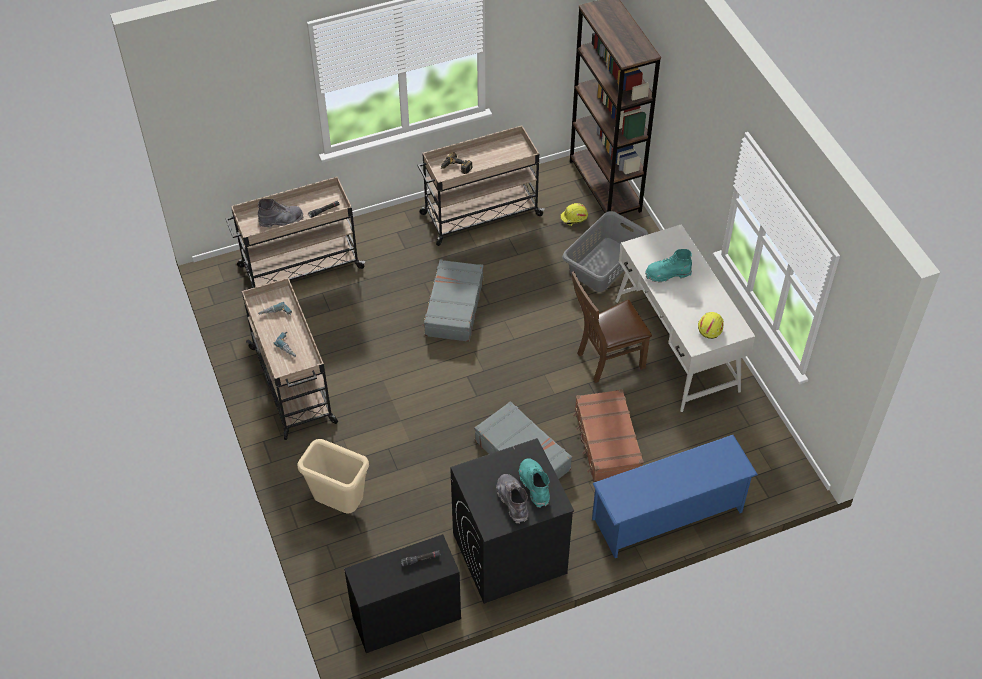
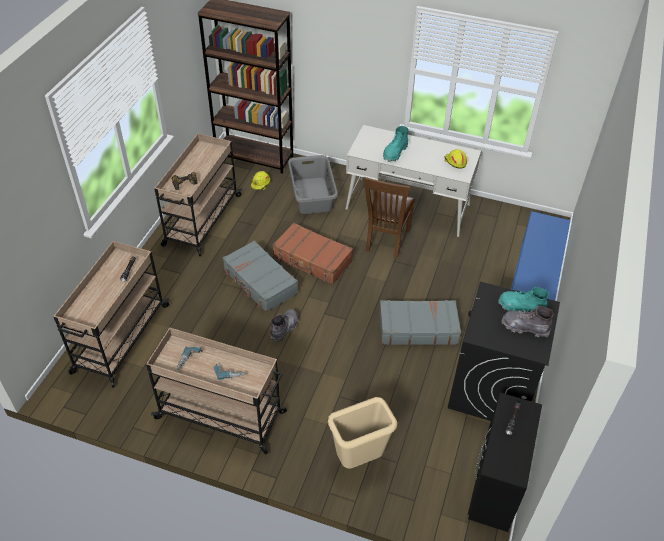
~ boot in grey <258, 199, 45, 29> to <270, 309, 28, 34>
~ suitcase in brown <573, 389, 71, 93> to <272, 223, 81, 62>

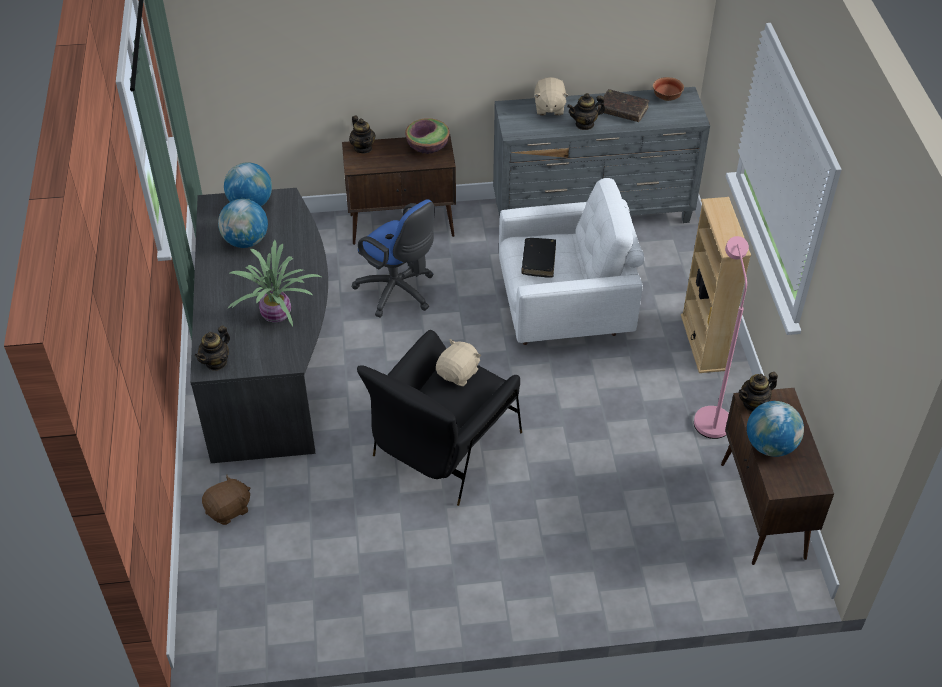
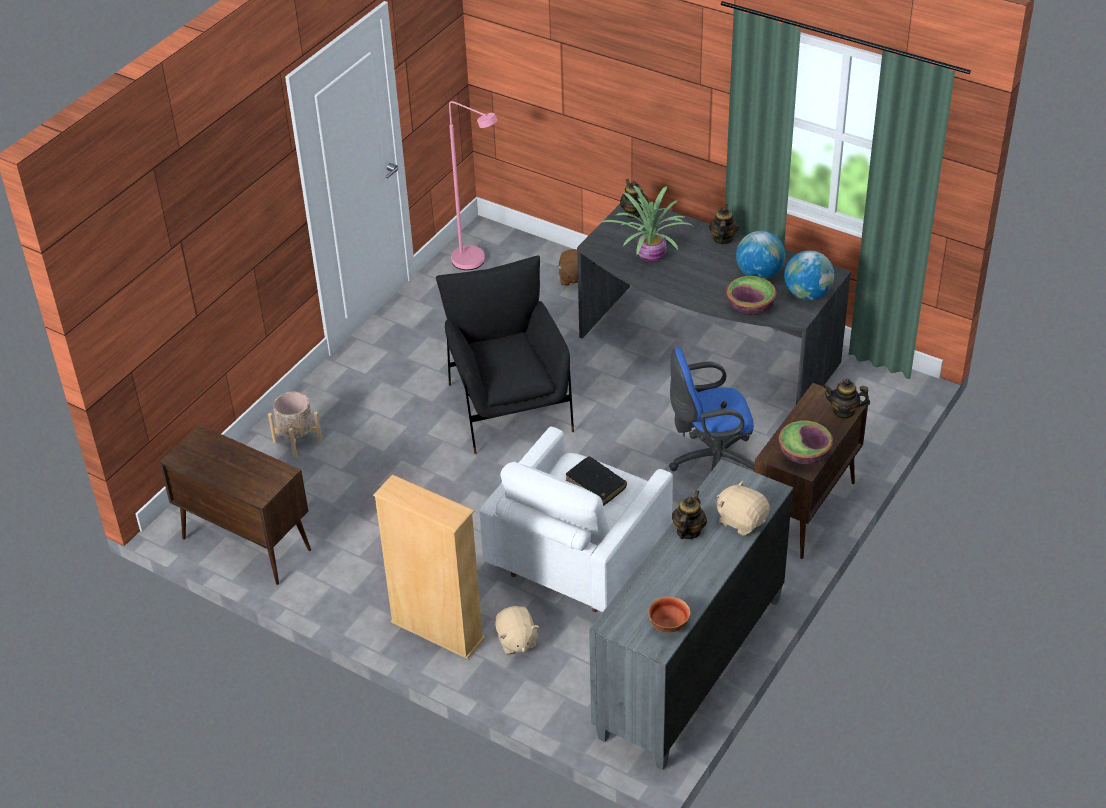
- book in brown <598, 89, 51, 33>
- globe <747, 401, 57, 56>
+ planter in beige <268, 392, 54, 66>
+ bowl <726, 276, 50, 39>
~ plush toy in beige <436, 339, 45, 47> to <495, 606, 44, 49>
~ floor lamp in pink <694, 236, 55, 203> to <449, 101, 48, 169>
~ teapot <739, 372, 39, 40> to <709, 204, 30, 40>

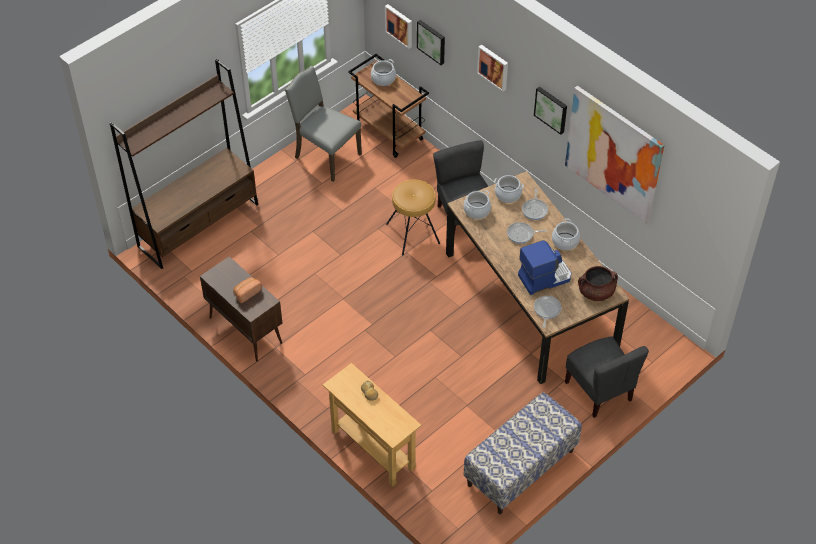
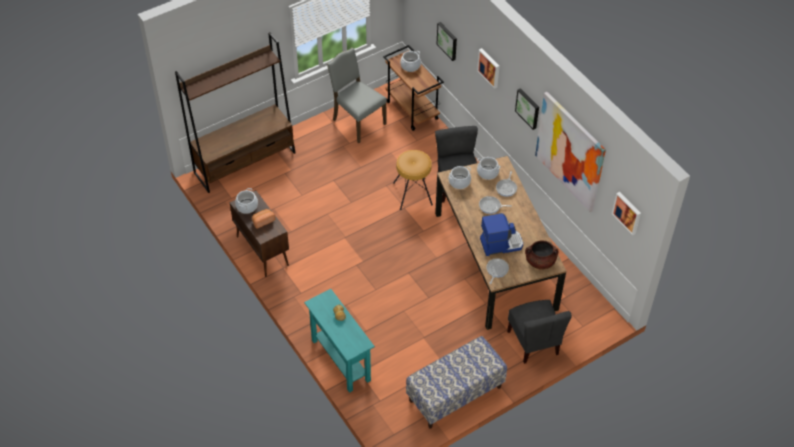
~ picture <385, 4, 27, 45> to <612, 192, 29, 43>
~ cooking pot <552, 218, 28, 32> to <235, 188, 23, 26>
~ console table in beige <323, 363, 99, 124> to console table in turquoise <304, 289, 71, 104>

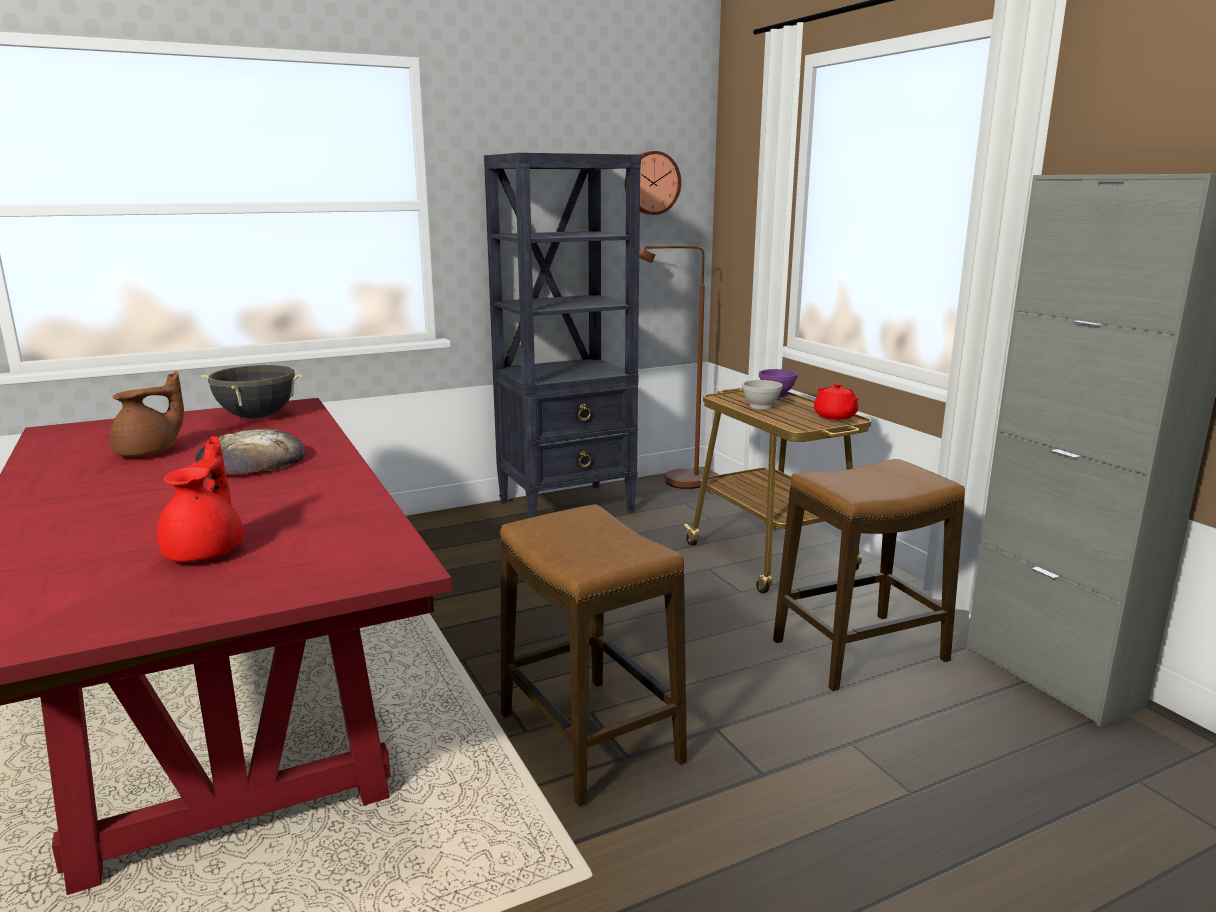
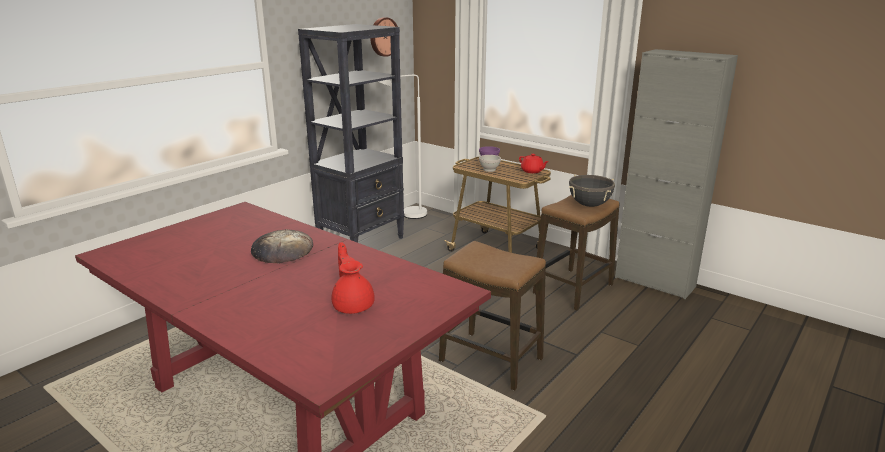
- teapot in brown <110, 371, 74, 86>
~ cooking pot in black <201, 365, 102, 54> to <569, 175, 46, 32>
~ floor lamp in brown <639, 246, 66, 243> to floor lamp in white <378, 75, 49, 144>

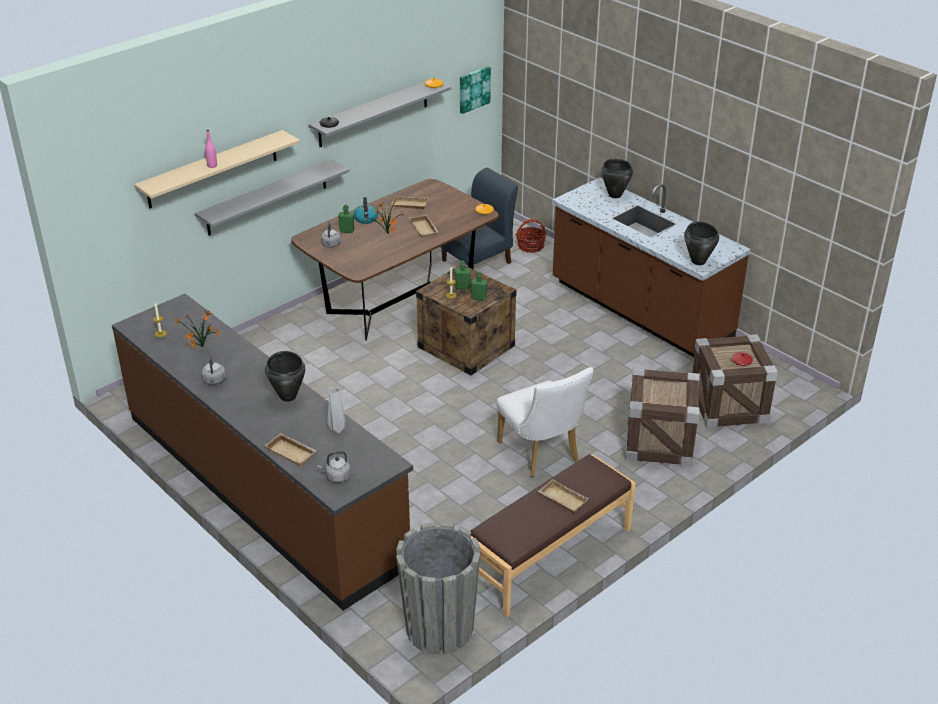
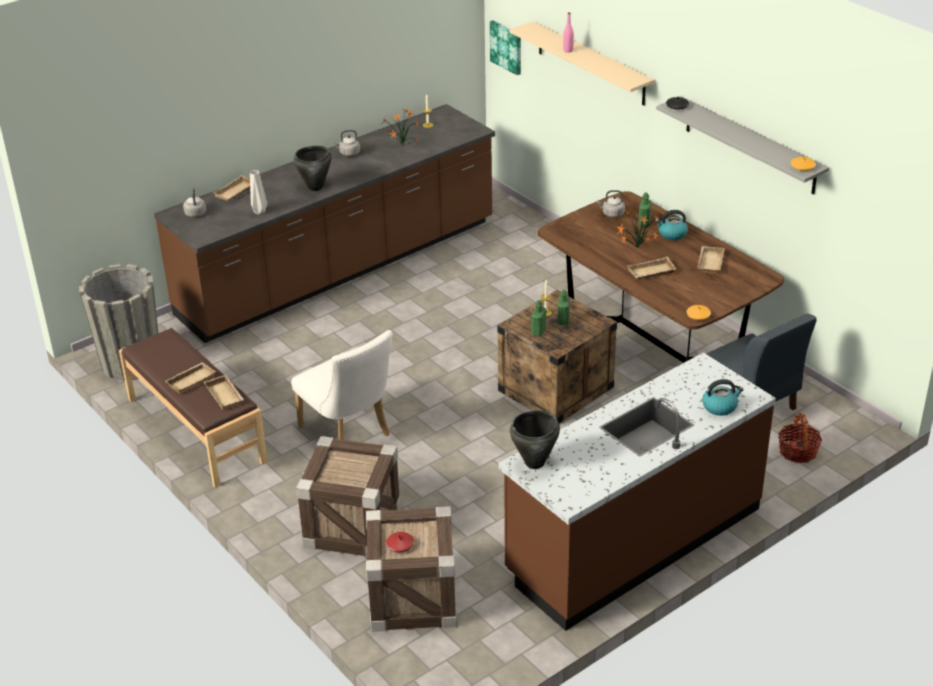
- shelf in grey <195, 160, 155, 76>
+ tray in beige <204, 375, 40, 35>
~ picture <460, 67, 31, 47> to <490, 20, 31, 55>
~ cooking pot in black <601, 159, 32, 39> to kettle <702, 379, 42, 37>
~ chair in white <496, 367, 98, 110> = <291, 330, 102, 110> 105 degrees counterclockwise

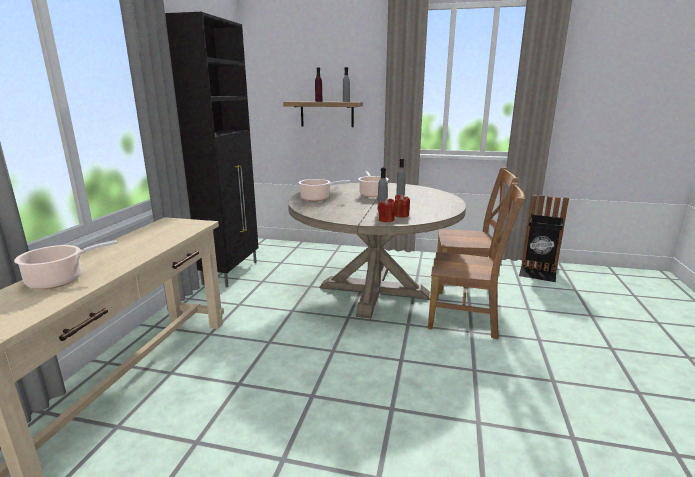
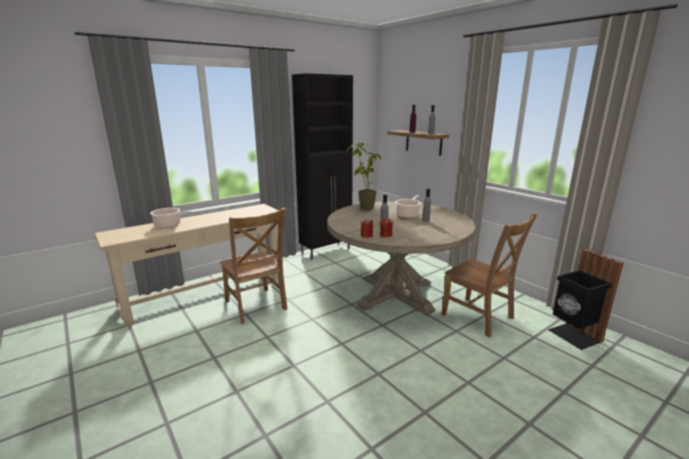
~ chair in brown <428, 183, 97, 156> to <220, 208, 68, 116>
~ cooking pot <299, 179, 51, 22> to potted plant <346, 143, 35, 68>

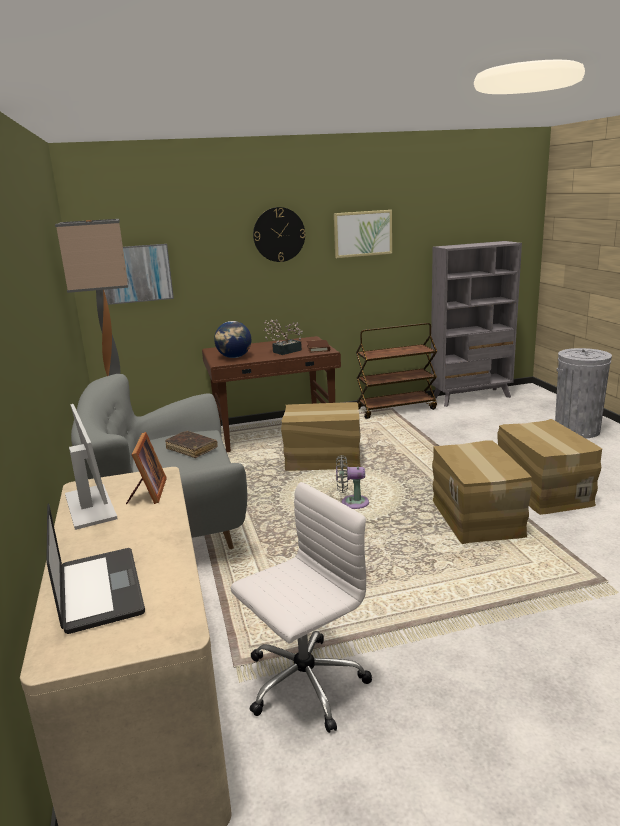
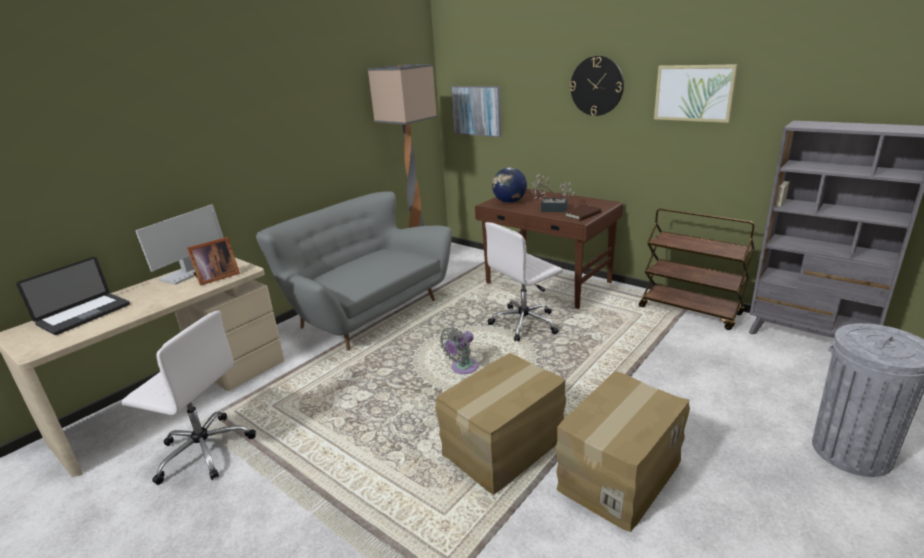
- book in brown <165, 431, 53, 27>
~ cardboard box <281, 402, 80, 69> to office chair in white <485, 222, 78, 120>
~ fan in grey <336, 455, 33, 54> = <440, 327, 38, 47> 105 degrees counterclockwise

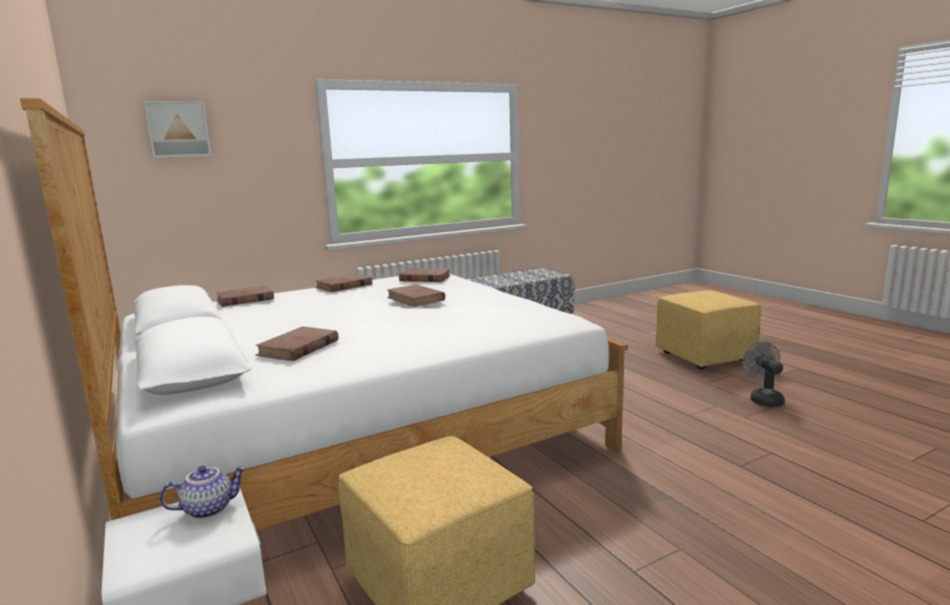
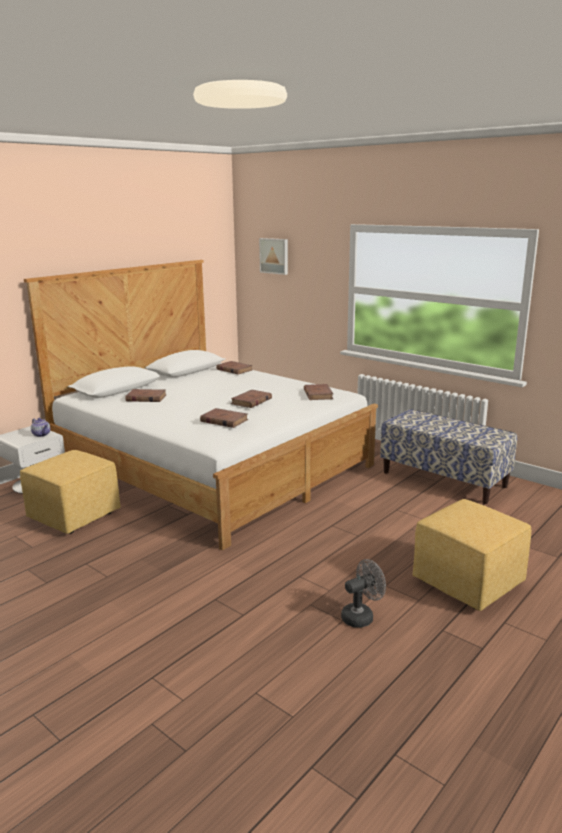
~ book in brown <315, 273, 57, 19> to <200, 408, 48, 20>

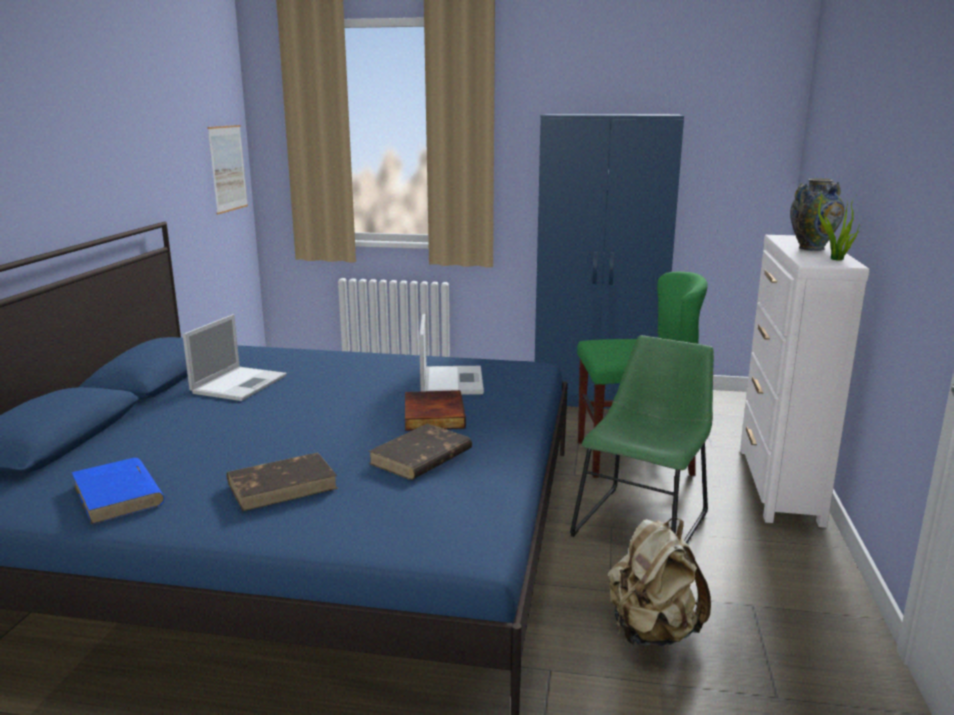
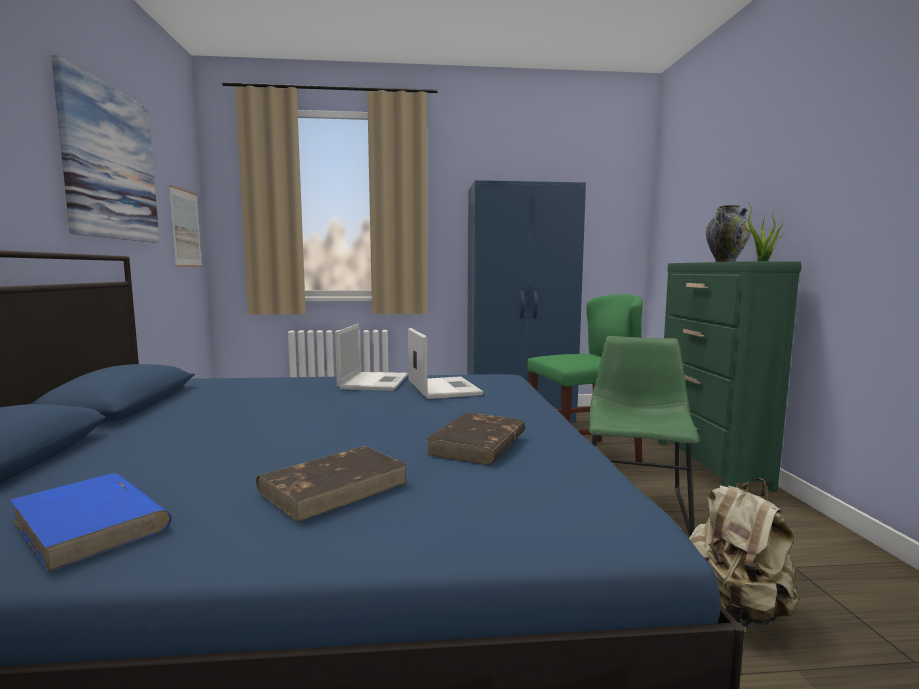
- book <405, 390, 61, 41>
+ picture <51, 55, 108, 188>
~ laptop <183, 314, 104, 87> to <335, 324, 73, 67>
~ dresser in white <740, 235, 129, 293> to dresser in green <658, 261, 143, 231>

